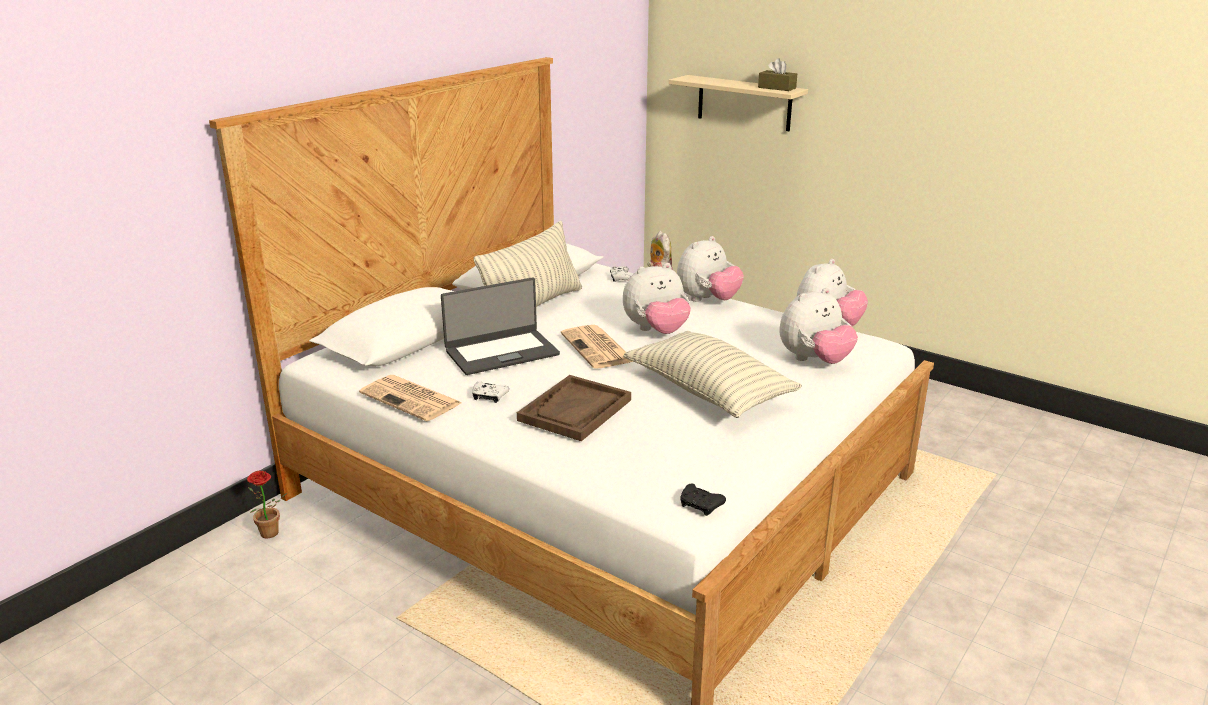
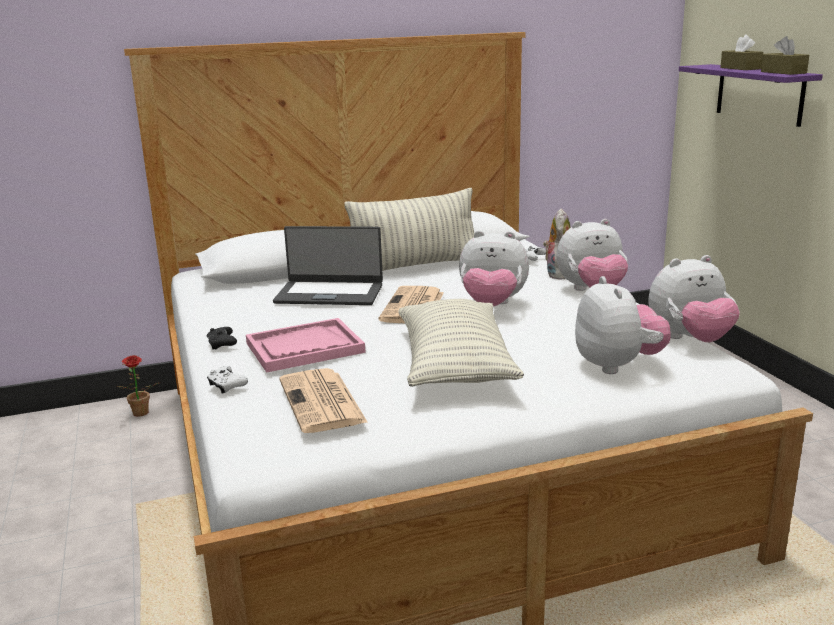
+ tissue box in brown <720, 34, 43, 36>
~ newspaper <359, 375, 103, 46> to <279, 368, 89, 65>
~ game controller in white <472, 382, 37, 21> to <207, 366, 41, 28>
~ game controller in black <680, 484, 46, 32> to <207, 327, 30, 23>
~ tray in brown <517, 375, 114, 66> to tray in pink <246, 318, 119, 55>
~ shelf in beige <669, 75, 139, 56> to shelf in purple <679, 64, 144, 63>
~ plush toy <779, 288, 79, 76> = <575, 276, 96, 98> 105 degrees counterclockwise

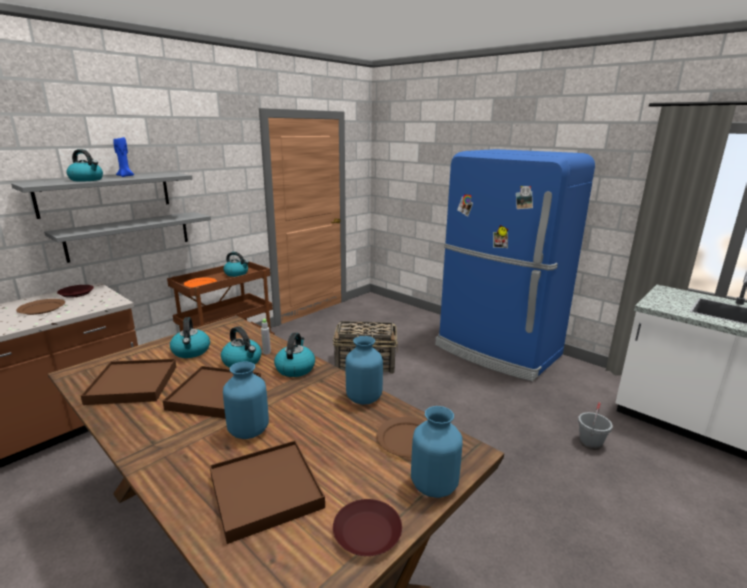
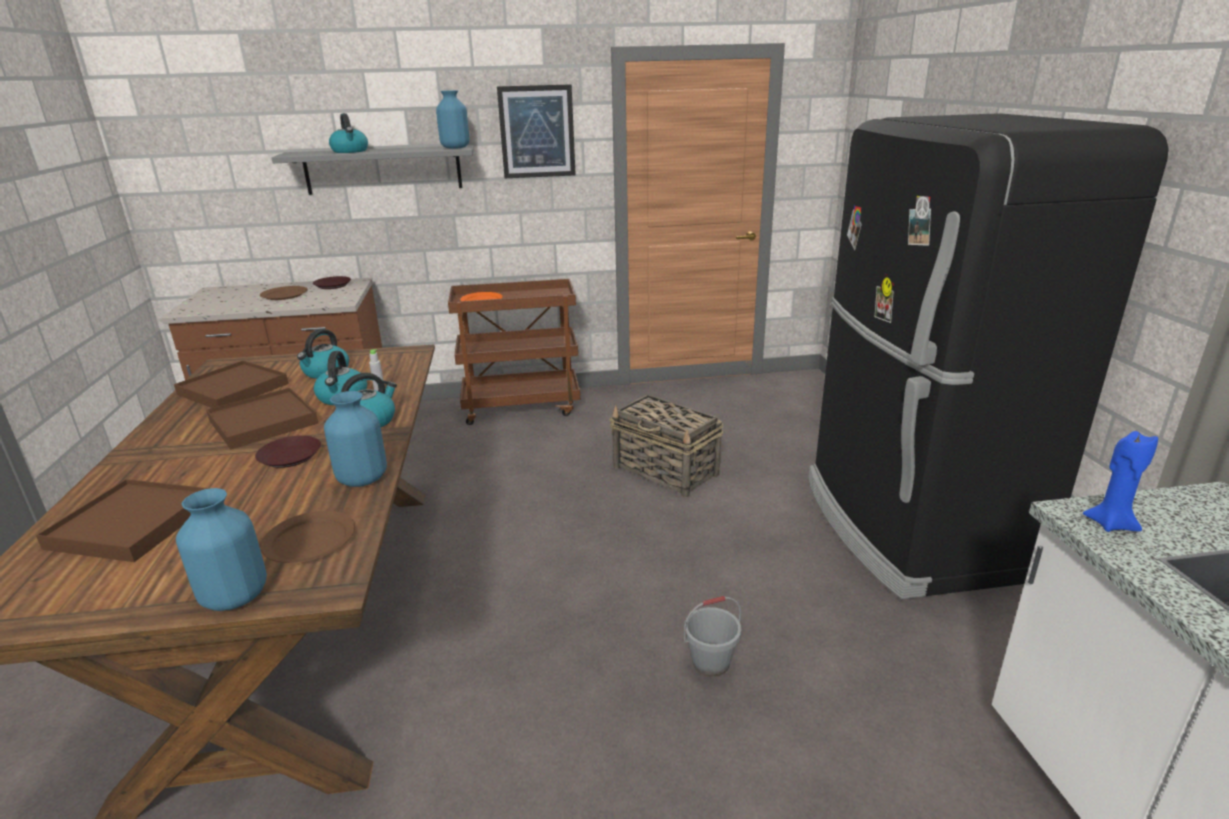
- shelf in grey <44, 212, 167, 51>
- kettle <224, 252, 25, 25>
+ picture <497, 84, 79, 94>
~ candle in blue <113, 137, 21, 40> to <1083, 431, 75, 101>
~ vase in blue <223, 361, 46, 78> to <436, 90, 33, 59>
~ plate in brown <333, 499, 69, 57> to <255, 436, 66, 32>
~ bucket in grey <578, 402, 35, 48> to <684, 596, 57, 81>
~ fridge in blue <435, 149, 160, 232> to fridge in black <808, 113, 361, 486>

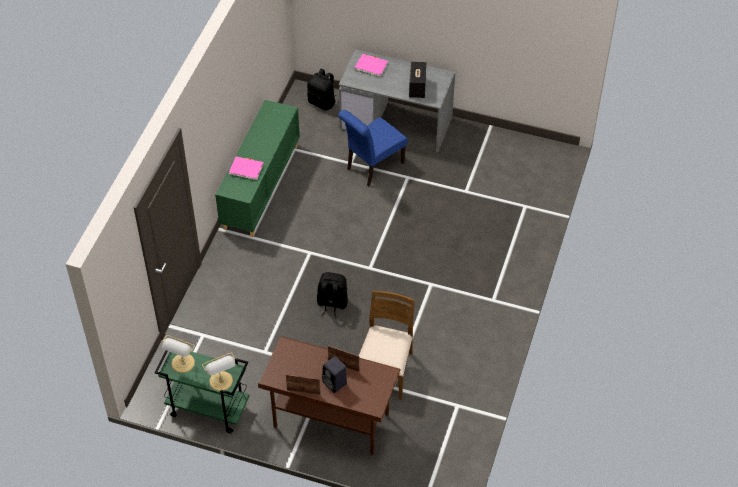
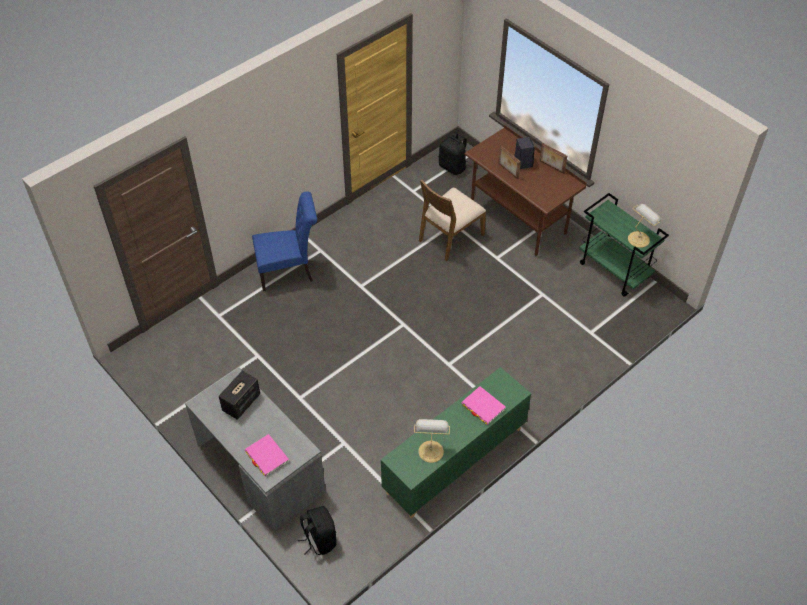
~ table lamp <202, 352, 34, 39> to <414, 419, 36, 44>
~ backpack in black <317, 272, 31, 46> to <439, 132, 29, 43>
~ chair in blue <338, 110, 70, 77> to <252, 192, 65, 99>

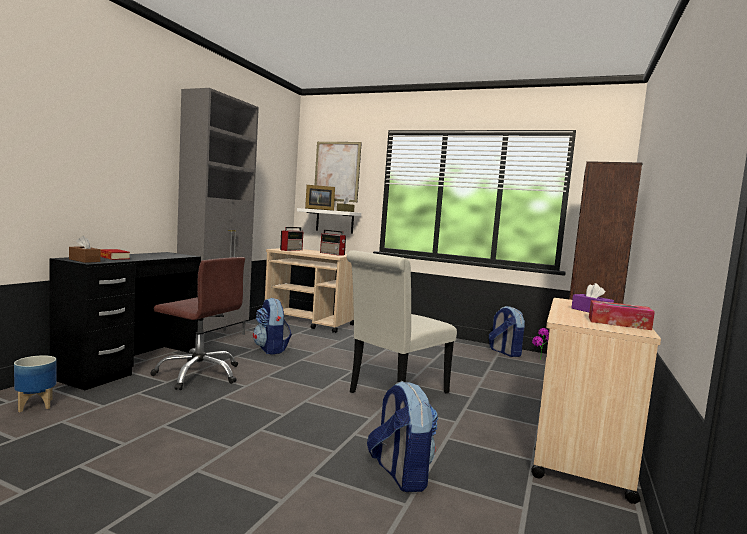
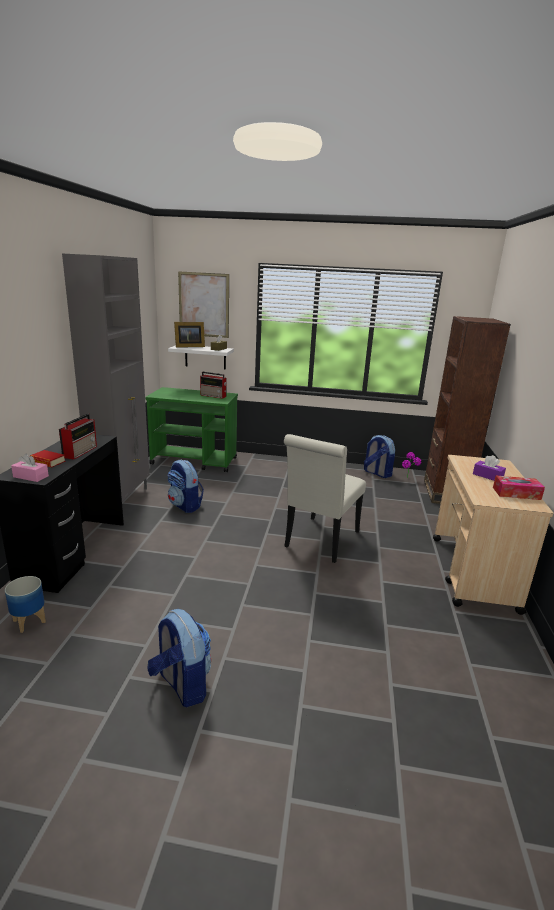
- office chair in brown <150, 257, 95, 133>
~ radio <280, 227, 23, 24> to <59, 414, 38, 46>
~ backpack <367, 381, 71, 111> to <147, 609, 64, 98>
~ tissue box in brown <69, 236, 32, 27> to tissue box in pink <11, 454, 38, 28>
~ cart in beige <265, 248, 89, 85> to cart in green <145, 387, 93, 85>

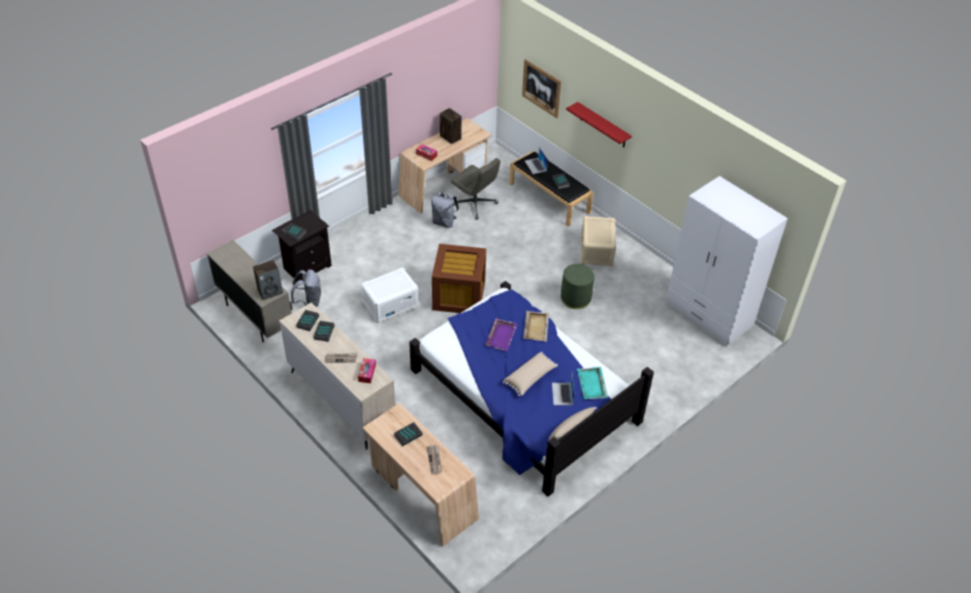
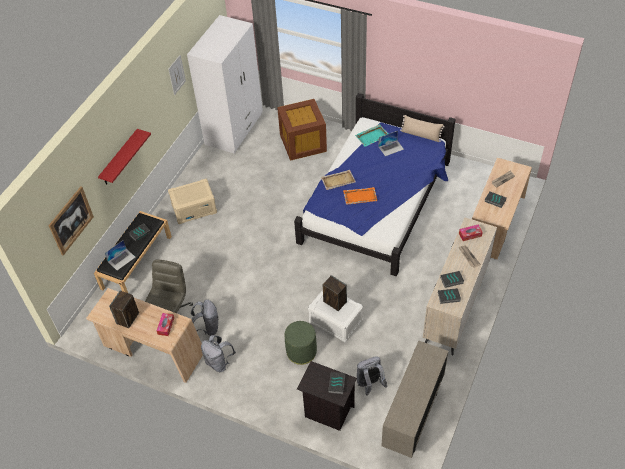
- pillow in beige <503, 352, 55, 44>
+ picture <168, 55, 18, 40>
+ backpack in grey <201, 335, 35, 37>
~ speaker <253, 260, 30, 40> to <323, 275, 24, 36>
~ storage box in brown <432, 244, 54, 69> to <277, 99, 50, 62>
~ ottoman in green <561, 264, 33, 45> to <284, 321, 33, 44>
~ tray in purple <485, 318, 32, 34> to tray in orange <343, 187, 35, 18>

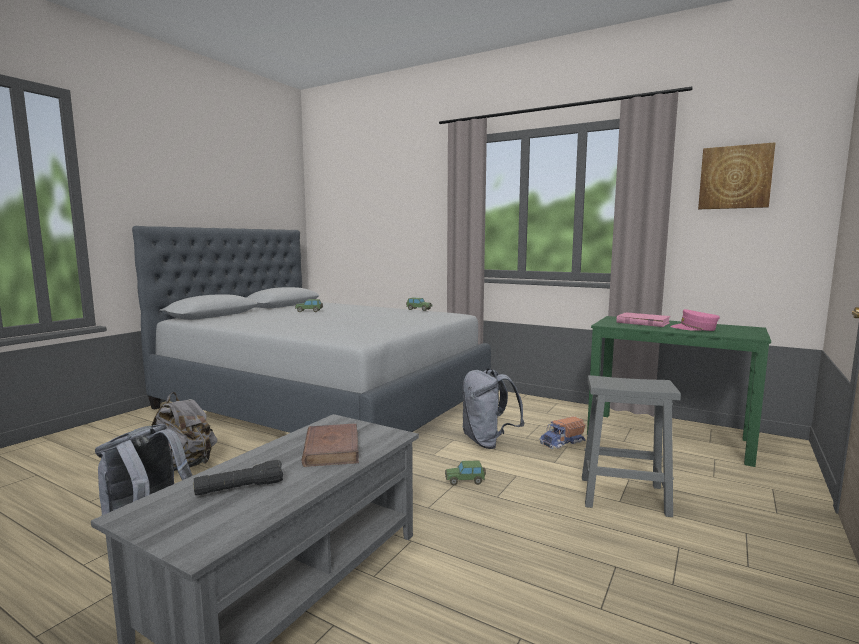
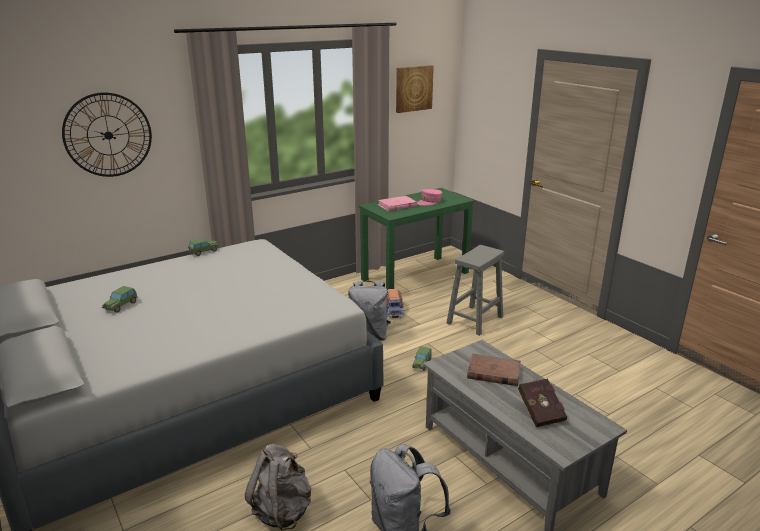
+ wall clock <62, 92, 90, 85>
~ flashlight in black <194, 460, 89, 35> to book in red <518, 379, 49, 48>

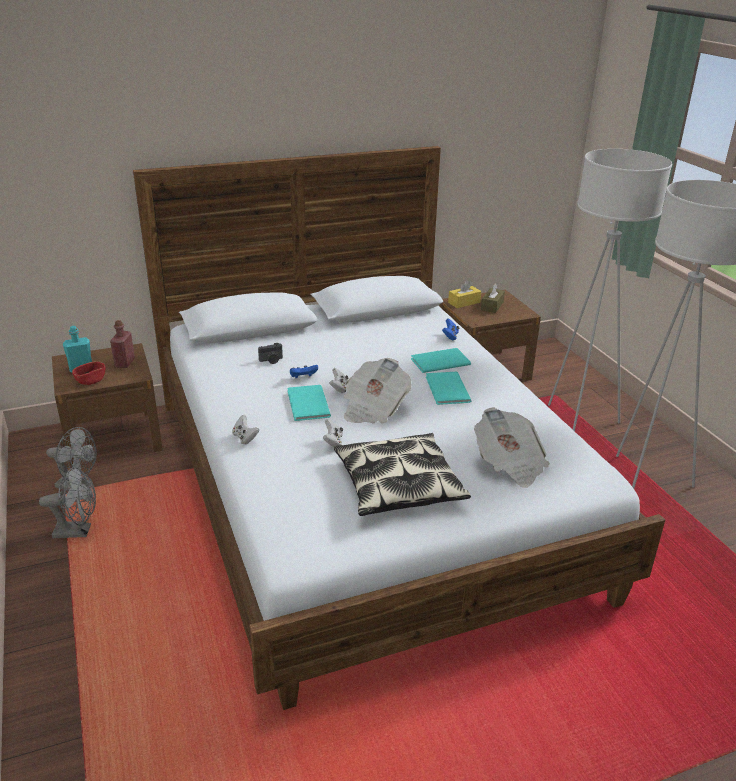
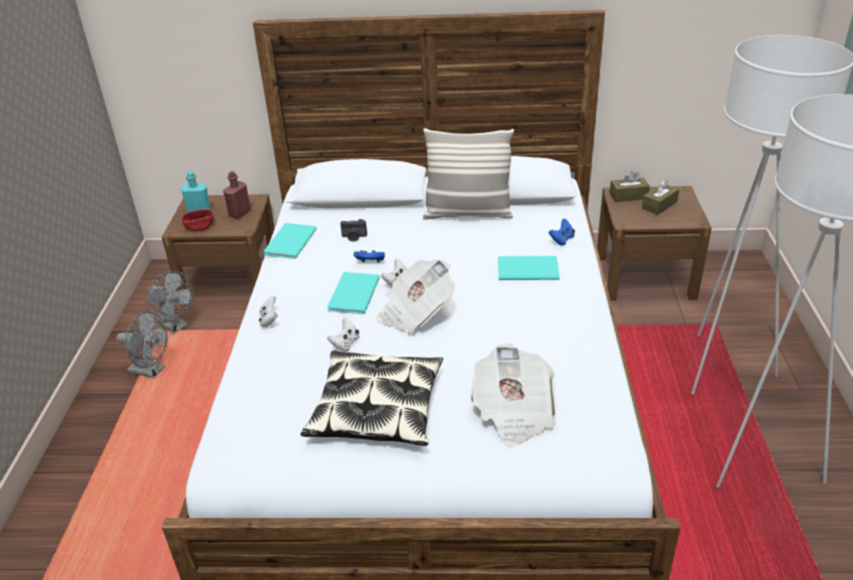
+ pillow <423, 128, 91, 92>
~ book in turquoise <426, 372, 46, 33> to <264, 223, 53, 36>
~ tissue box in yellow <448, 280, 33, 28> to tissue box in brown <609, 171, 41, 31>

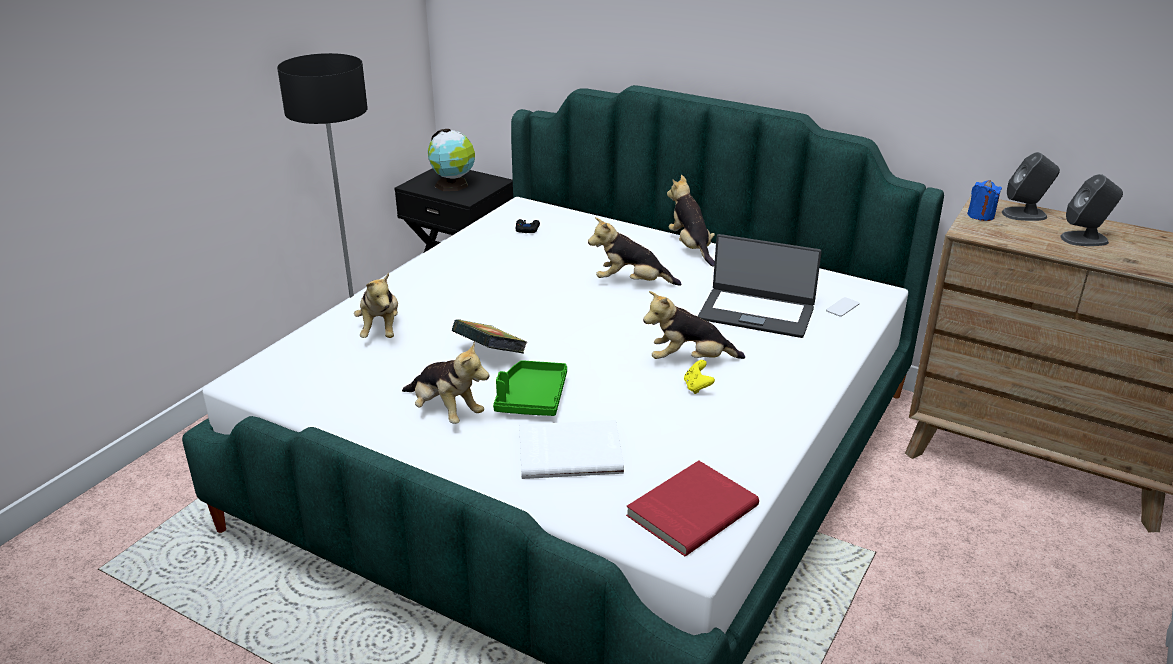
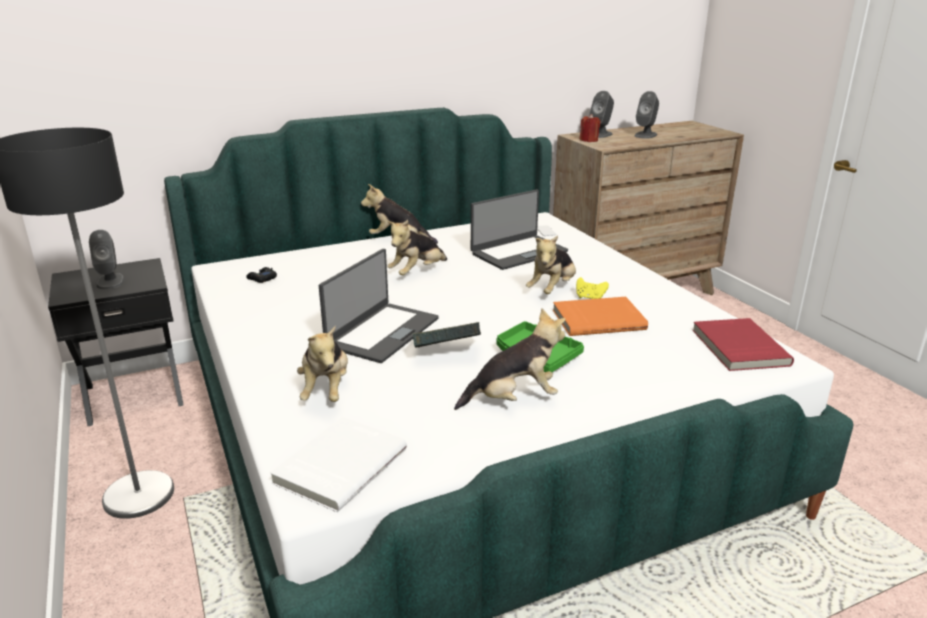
+ laptop <319, 249, 120, 114>
+ book in orange <553, 297, 95, 39>
~ book in white <519, 420, 105, 59> to <270, 417, 137, 95>
~ globe <428, 129, 47, 62> to speaker in grey <89, 230, 35, 59>
~ candle in blue <967, 180, 35, 41> to candle in red <579, 114, 22, 28>
~ plush toy <354, 273, 44, 65> = <297, 326, 51, 76> 60 degrees clockwise

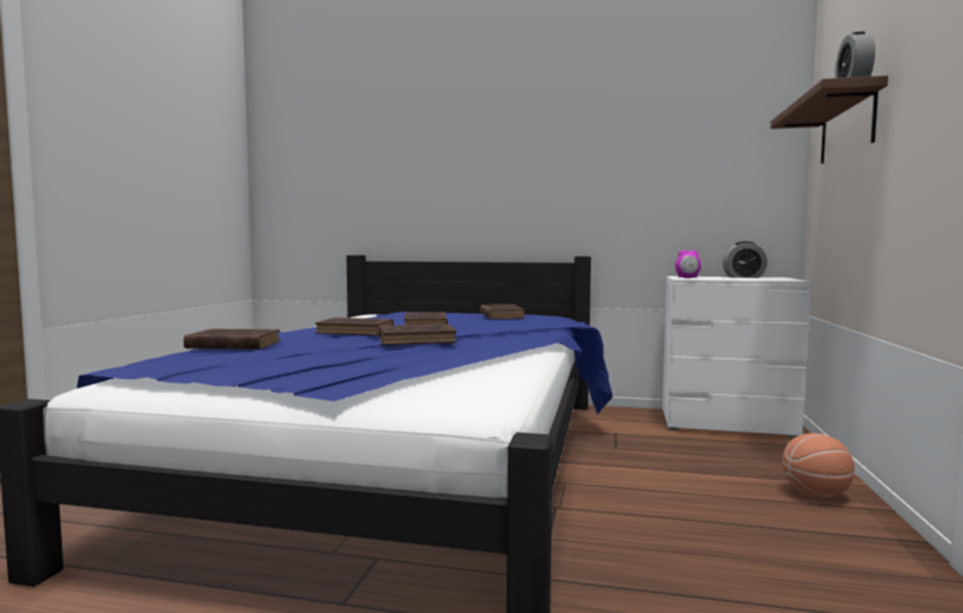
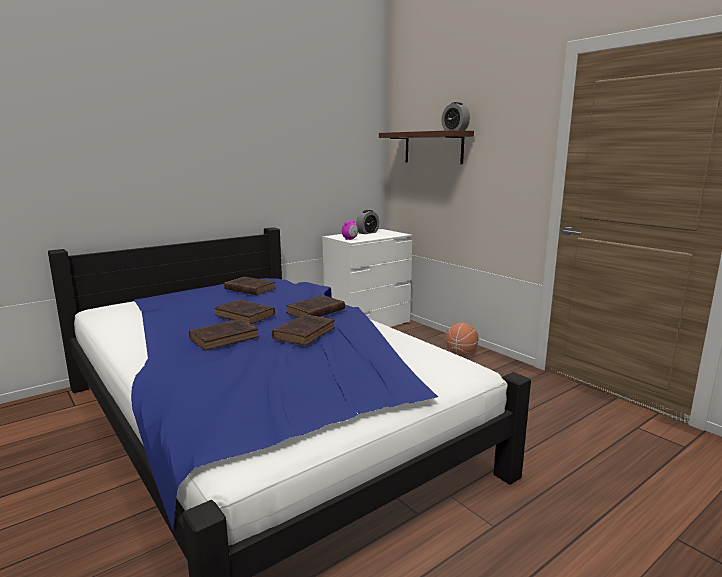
~ book in brown <184, 329, 96, 20> to <286, 295, 59, 22>

